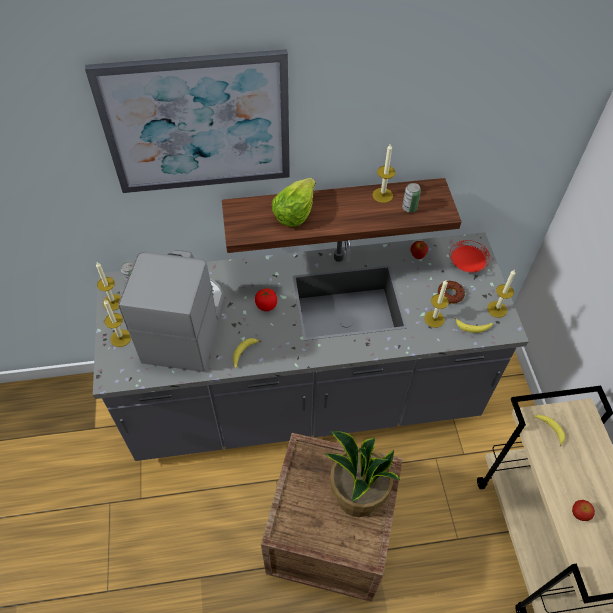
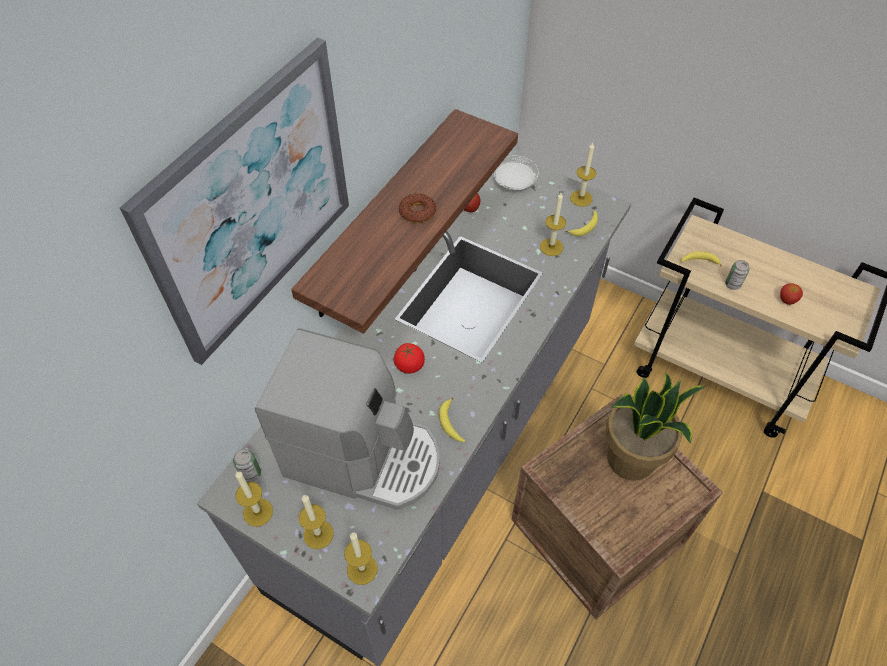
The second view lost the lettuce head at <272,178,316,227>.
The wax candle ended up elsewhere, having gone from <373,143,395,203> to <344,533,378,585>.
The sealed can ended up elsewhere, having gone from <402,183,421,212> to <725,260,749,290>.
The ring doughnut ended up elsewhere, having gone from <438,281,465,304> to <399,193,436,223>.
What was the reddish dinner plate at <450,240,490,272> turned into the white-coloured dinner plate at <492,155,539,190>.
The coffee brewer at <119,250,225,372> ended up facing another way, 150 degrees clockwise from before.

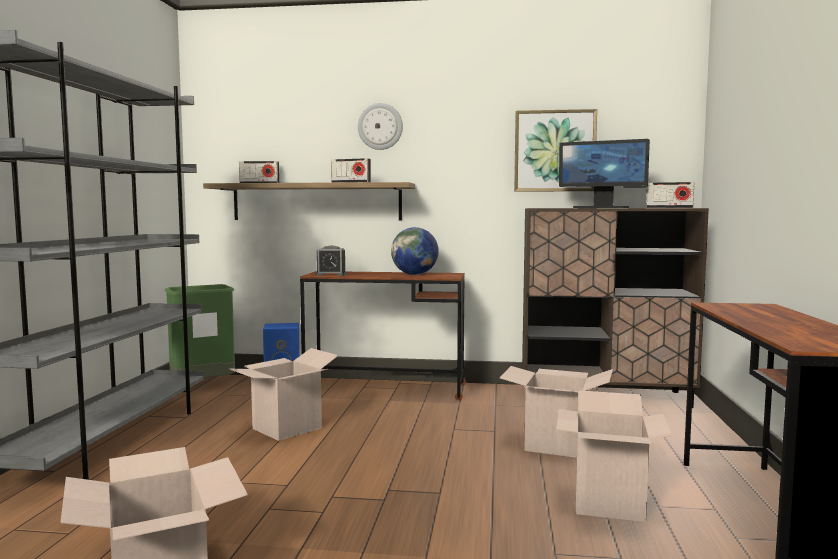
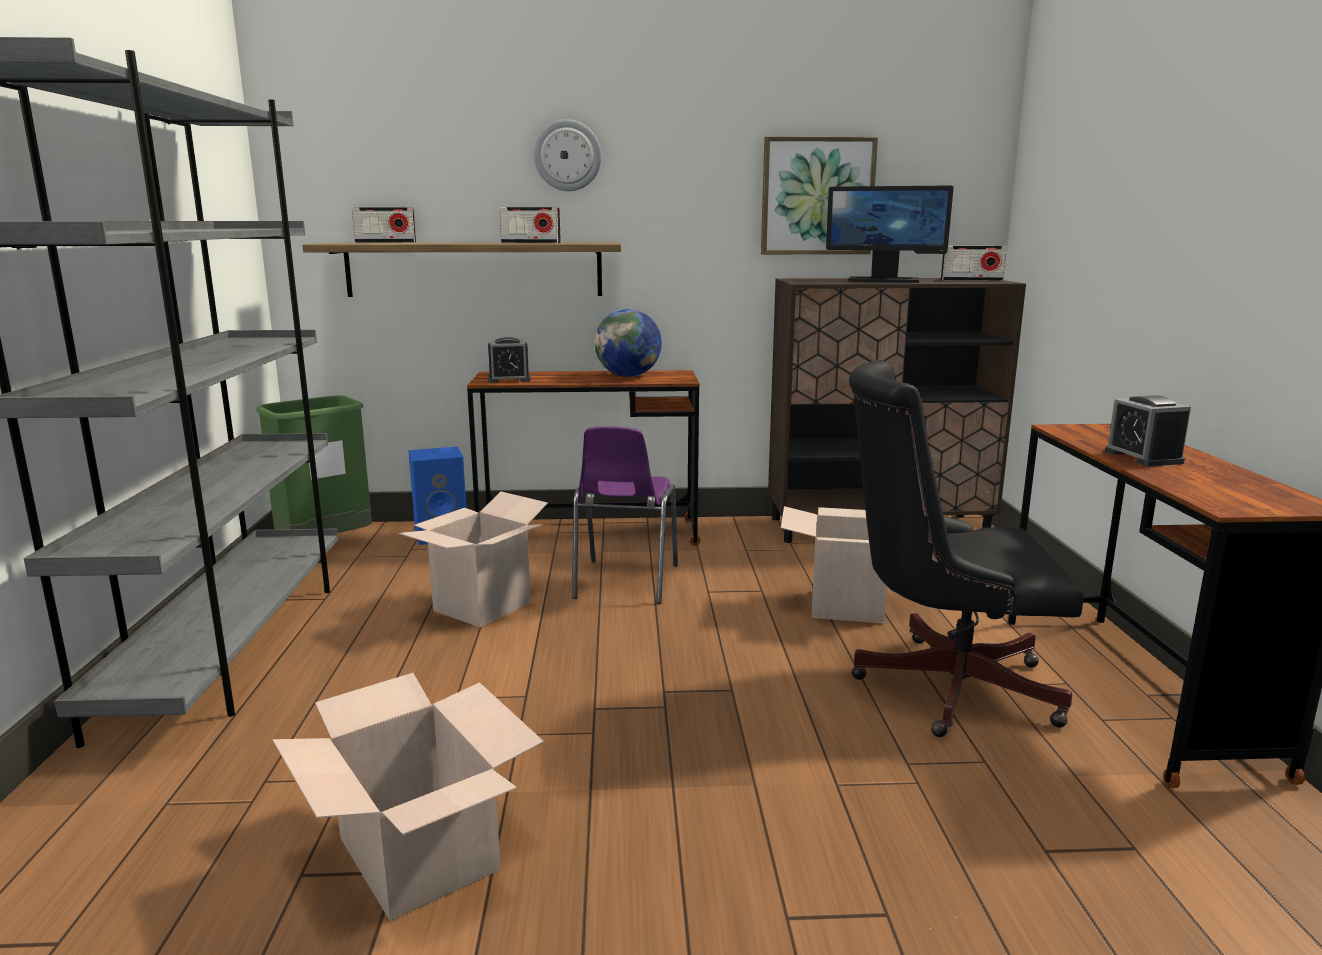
The second view gained the purple plain chair at <572,426,678,604>.
The second view gained the table clock at <1105,396,1191,466>.
Where the packing box stood at <557,390,672,522>, the blackish desk chair came to stand at <849,360,1083,737>.

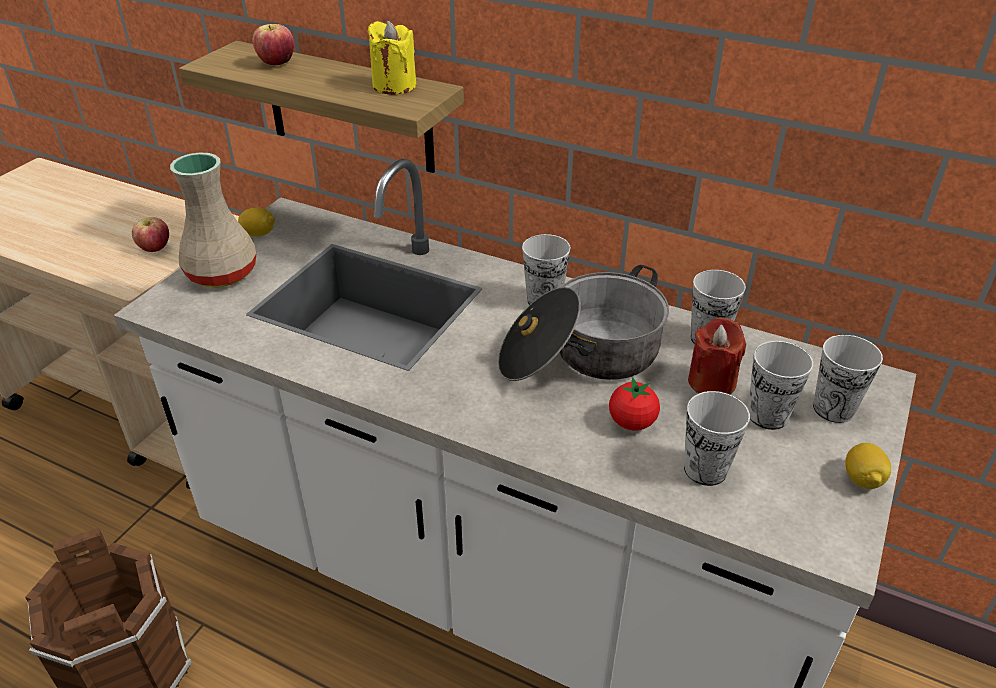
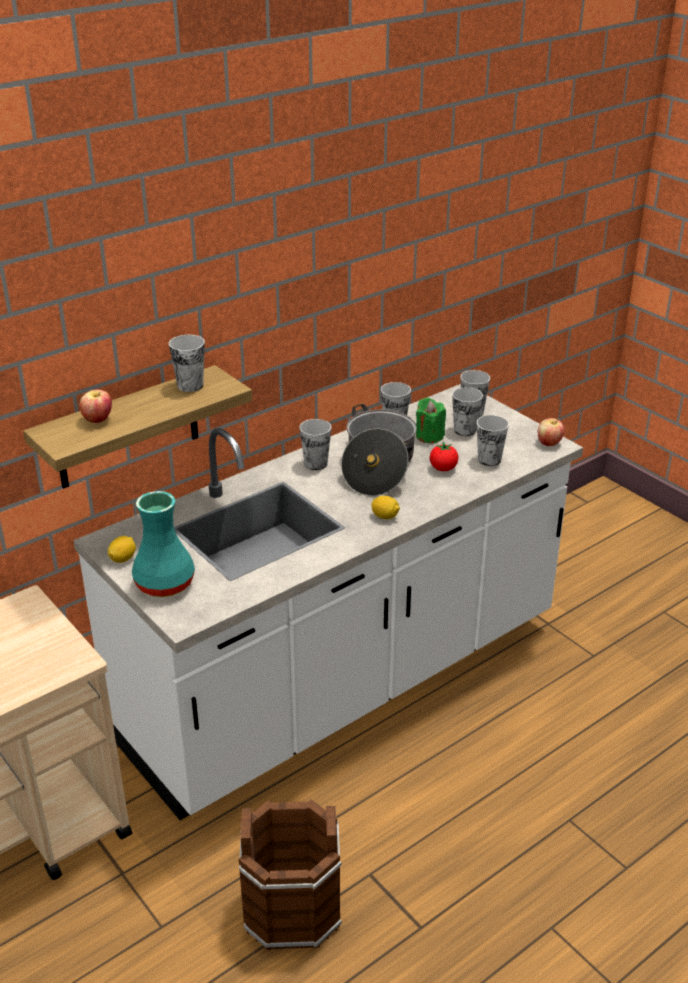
The whole apple ended up elsewhere, having gone from <132,217,169,252> to <538,418,565,446>.
The whole lemon ended up elsewhere, having gone from <845,443,891,489> to <371,496,400,519>.
Where the yellow-coloured wax candle stood at <367,21,416,95>, the drinking cup came to stand at <169,335,205,392>.
What was the sand-coloured vase at <170,152,256,287> turned into the turquoise vase at <132,491,195,597>.
What was the reddish wax candle at <688,318,746,394> turned into the greenish wax candle at <416,398,446,443>.

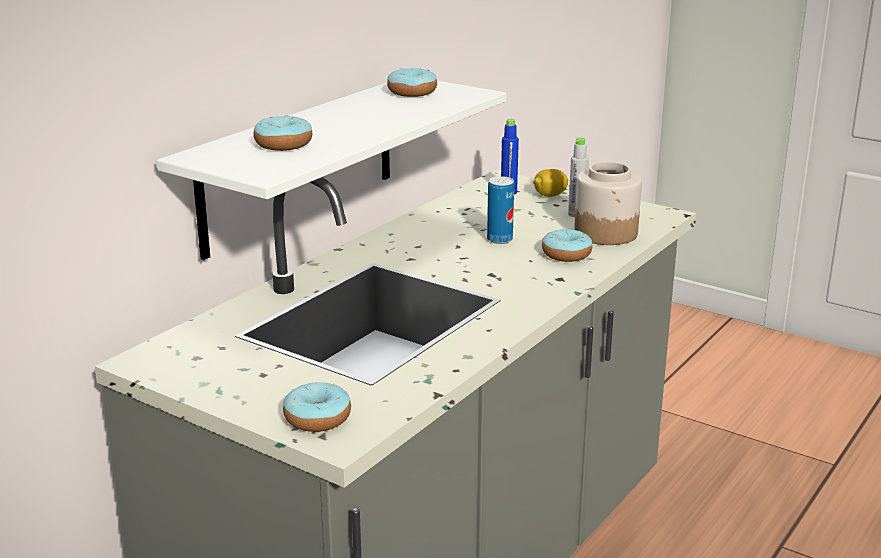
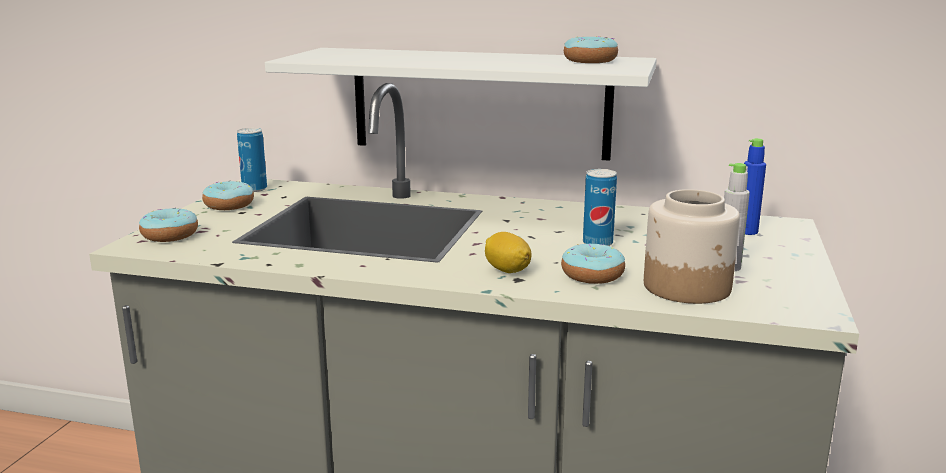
The second view gained the sealed can at <237,128,267,192>.
The ring doughnut ended up elsewhere, having gone from <253,115,312,151> to <202,180,254,210>.
The whole lemon ended up elsewhere, having gone from <534,169,568,197> to <485,232,532,273>.

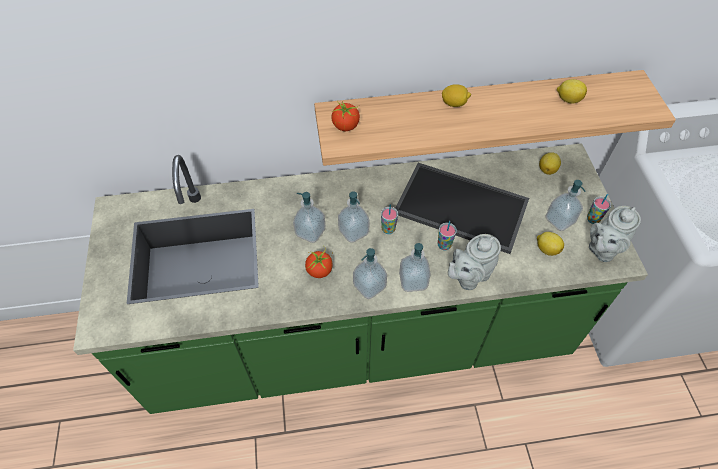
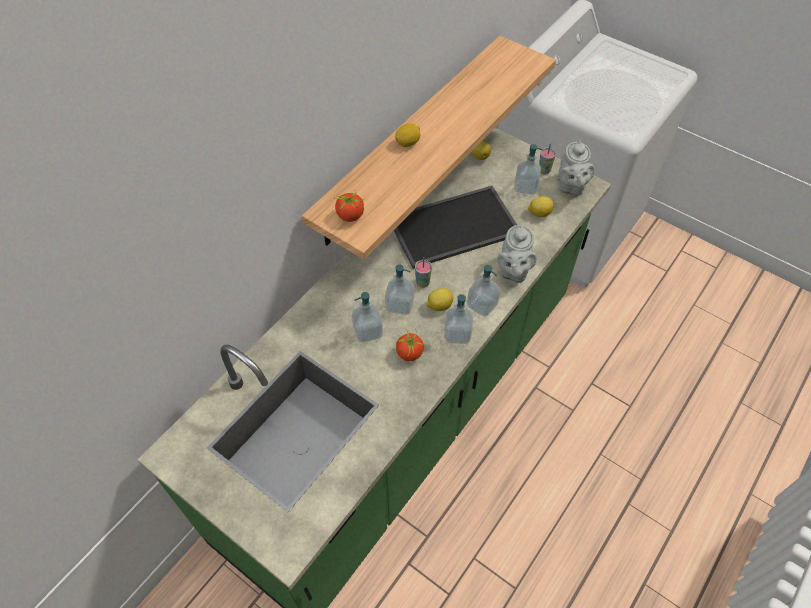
The second view lost the drinking cup at <438,221,457,251>.
The whole lemon ended up elsewhere, having gone from <557,79,587,104> to <427,288,453,311>.

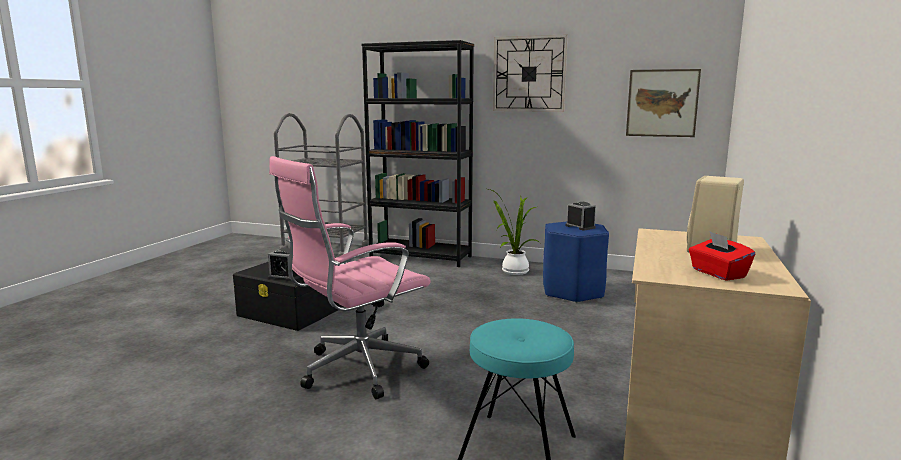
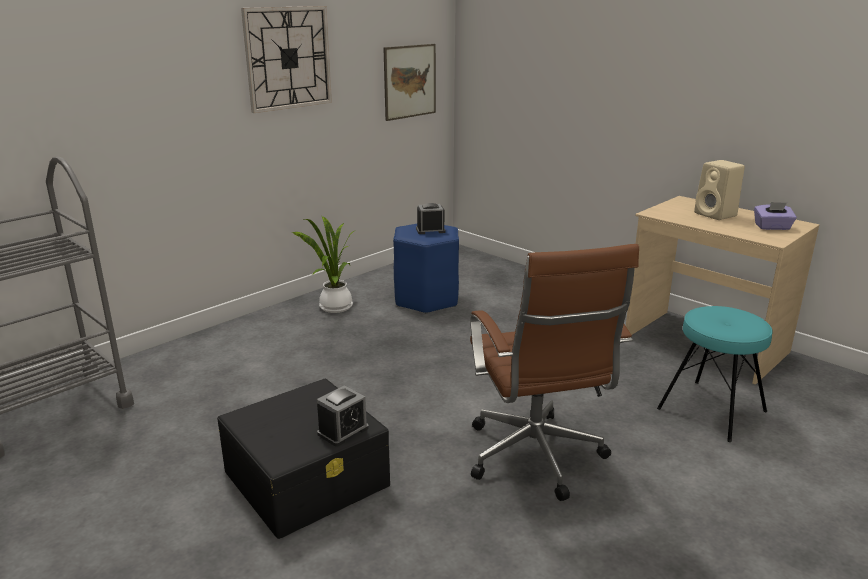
The second view lost the blackish shelving unit at <361,40,474,267>.
What was the pink-coloured desk chair at <269,156,431,399> turned into the brownish desk chair at <470,244,639,501>.
What was the reddish tissue holder at <689,231,755,281> turned into the purple tissue holder at <754,202,797,230>.

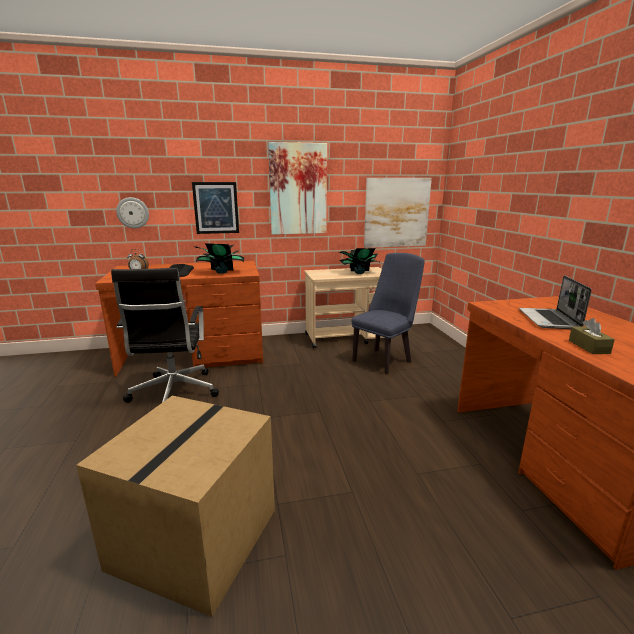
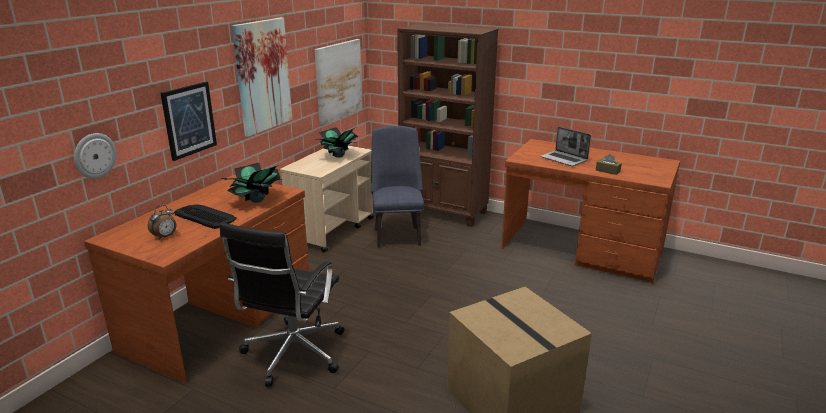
The second view gained the brownish shelving unit at <397,23,498,227>.
The blackish desk chair at <111,268,219,403> ended up facing another way, 75 degrees clockwise from before.

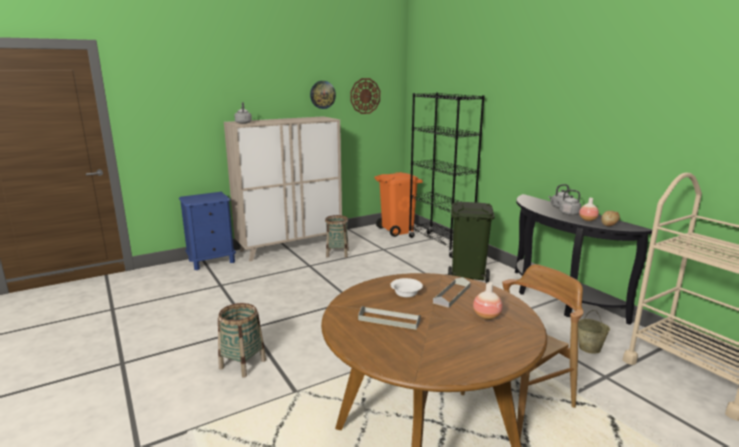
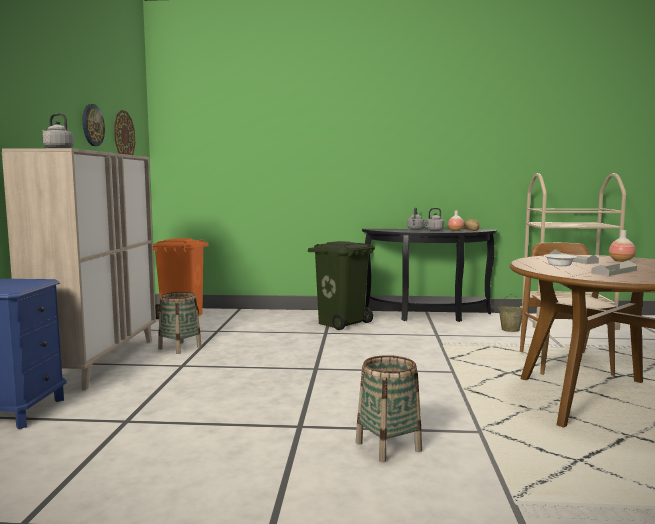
The second view lost the blackish shelving unit at <408,93,485,258>.

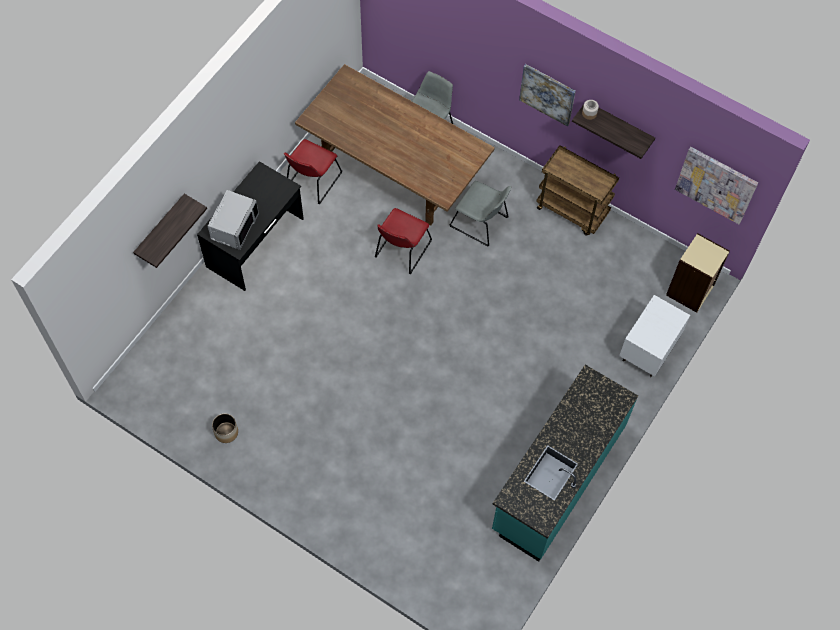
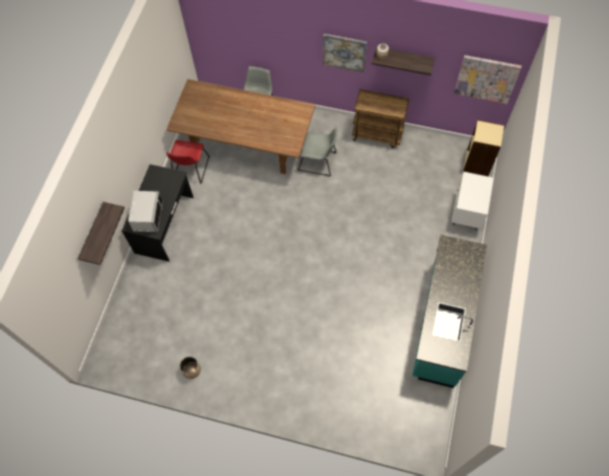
The second view lost the reddish plain chair at <375,208,432,275>.

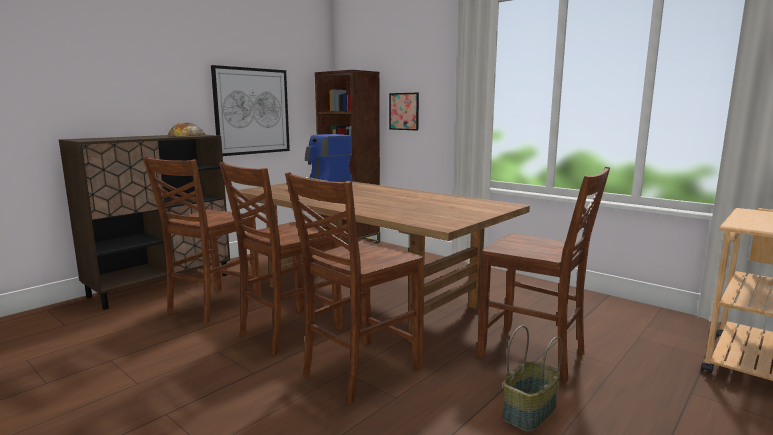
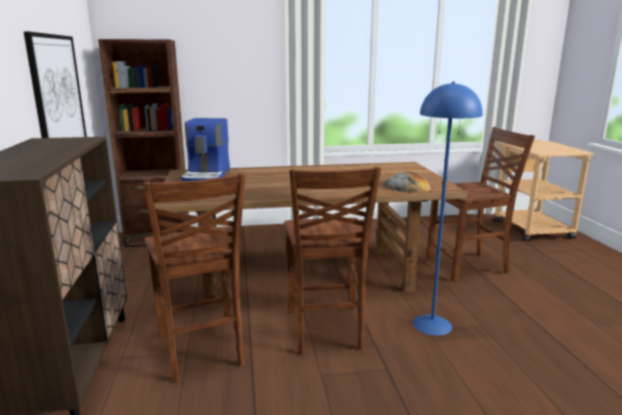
The second view lost the wall picture at <389,93,419,131>.
The second view lost the storage basket at <502,325,563,432>.
The bakery bread ended up elsewhere, having gone from <168,123,206,136> to <383,172,431,193>.
Where the brownish plain chair stood at <285,172,423,404>, the bluish standard lamp came to stand at <413,82,482,336>.

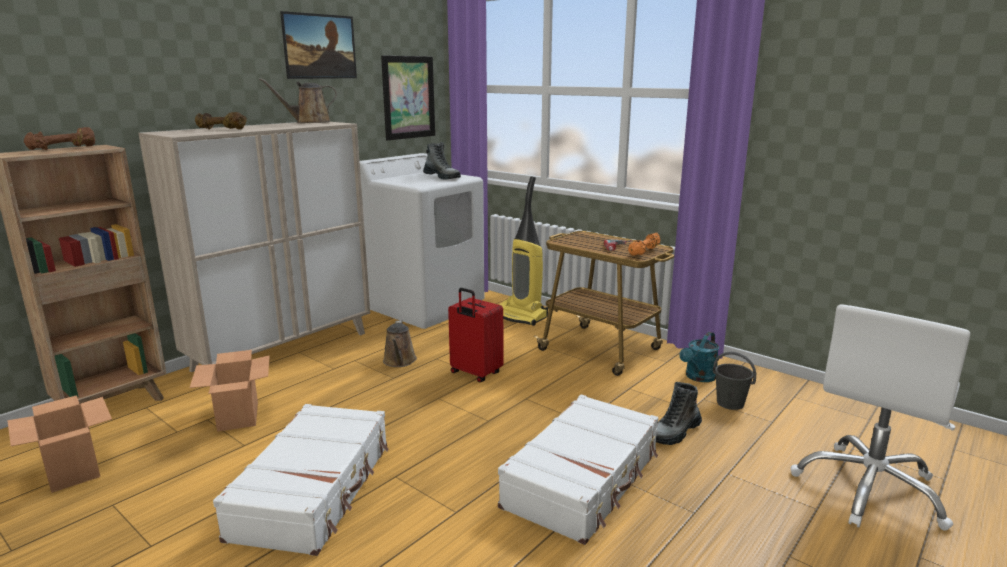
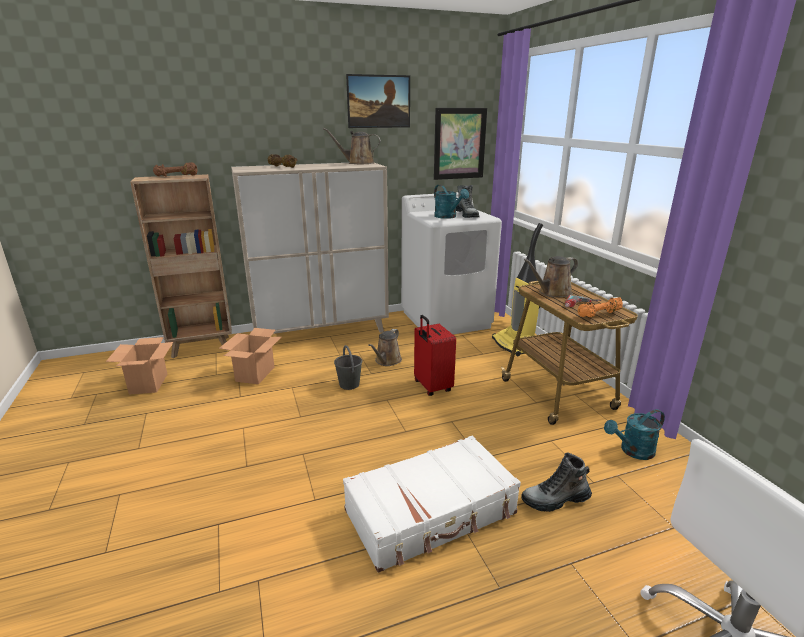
The second view lost the white-coloured suitcase at <213,404,388,556>.
The second view gained the turquoise watering can at <434,185,469,219>.
The second view gained the brownish watering can at <524,256,578,297>.
The gray bucket ended up elsewhere, having gone from <713,352,756,410> to <334,345,362,390>.

